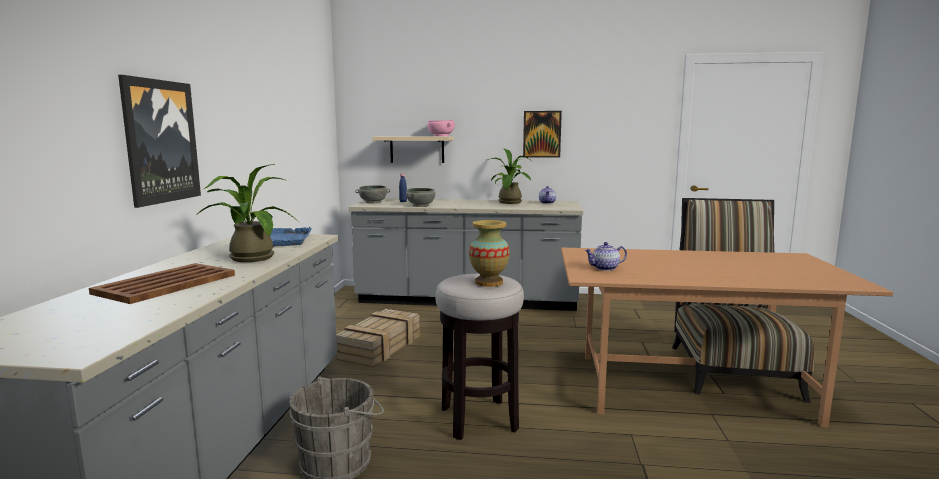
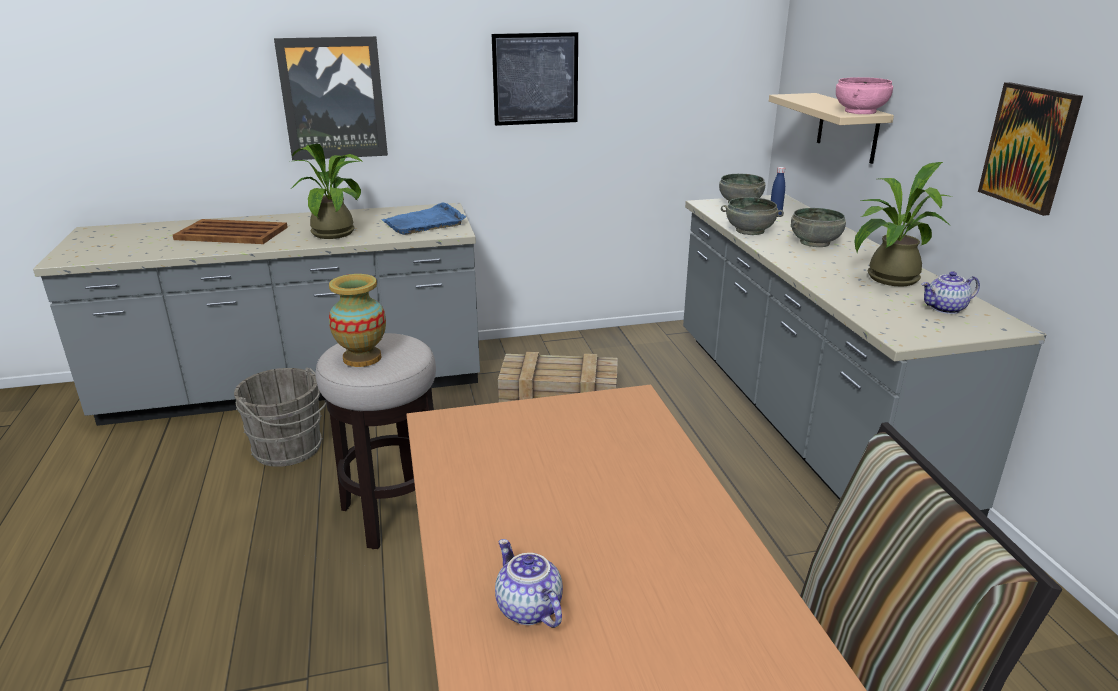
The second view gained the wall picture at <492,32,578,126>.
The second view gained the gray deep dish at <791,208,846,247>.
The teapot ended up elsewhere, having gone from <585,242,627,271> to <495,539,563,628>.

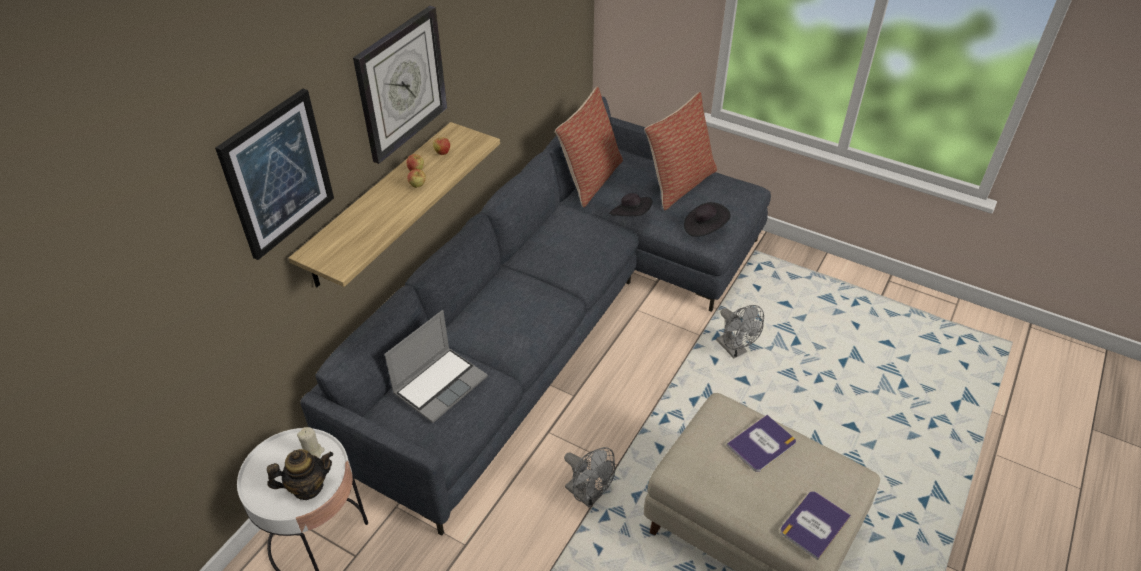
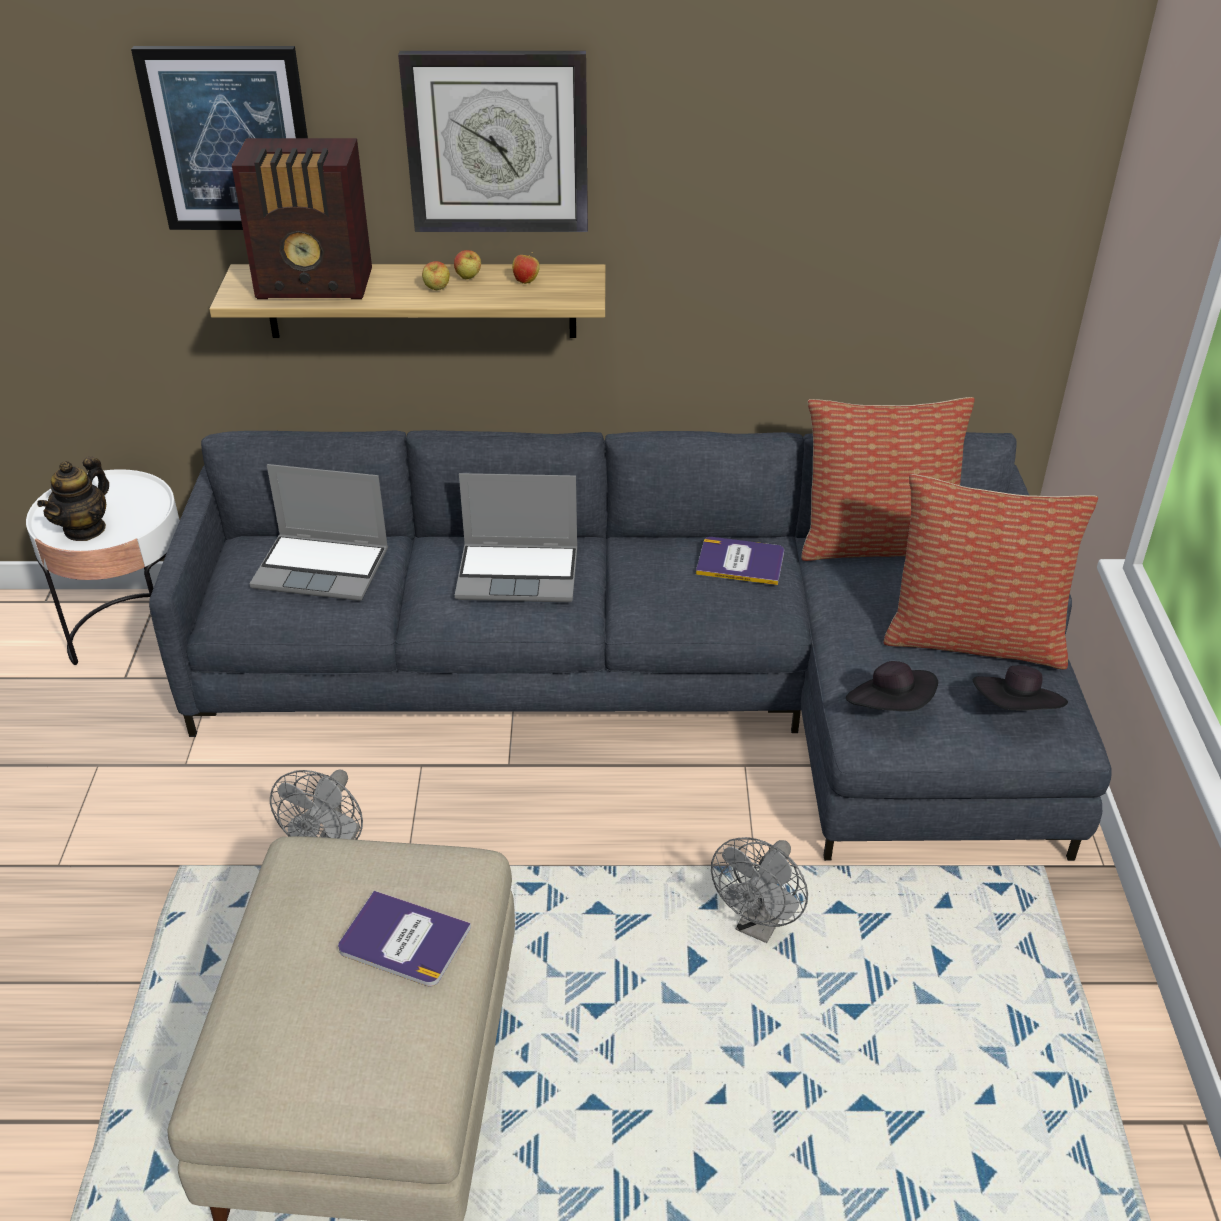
The second view lost the sand-coloured wax candle at <297,427,325,458>.
The second view gained the radio receiver at <232,138,372,299>.
The second view gained the portable computer at <455,473,577,602>.
The blackish hat ended up elsewhere, having gone from <609,193,653,216> to <973,666,1068,711>.
The bound book ended up elsewhere, having gone from <780,491,851,560> to <696,537,784,585>.
The teapot at <267,449,333,500> ended up facing another way, 75 degrees clockwise from before.

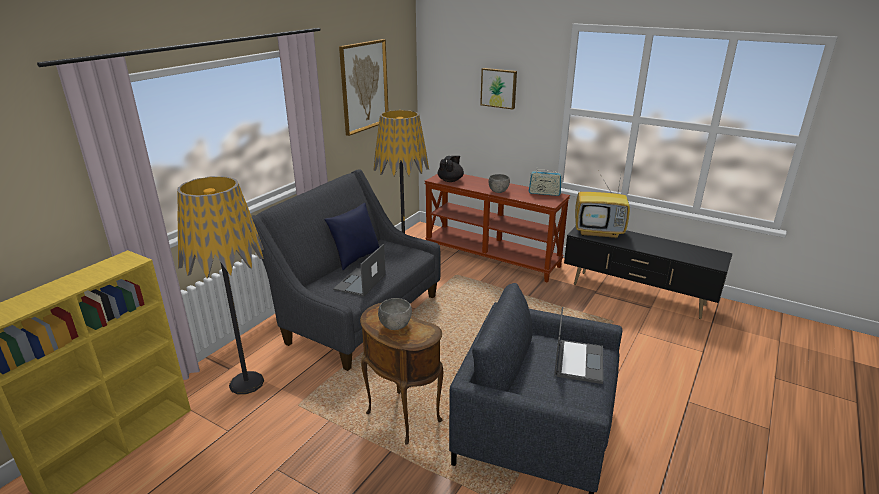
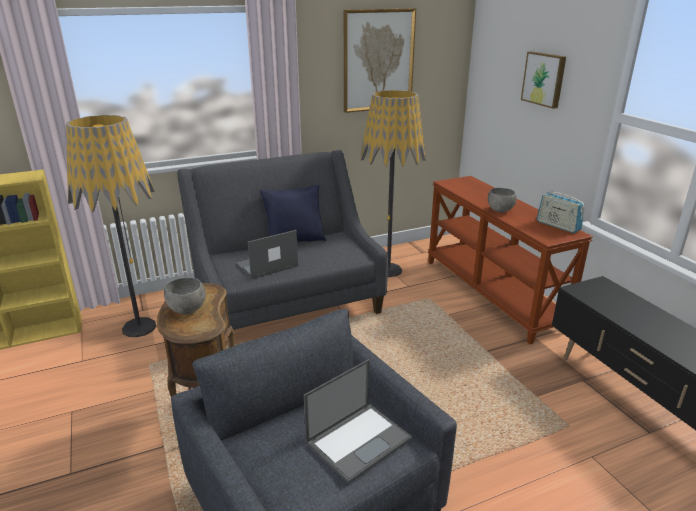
The second view lost the blackish teapot at <438,156,464,182>.
The second view lost the TV set at <575,170,630,239>.

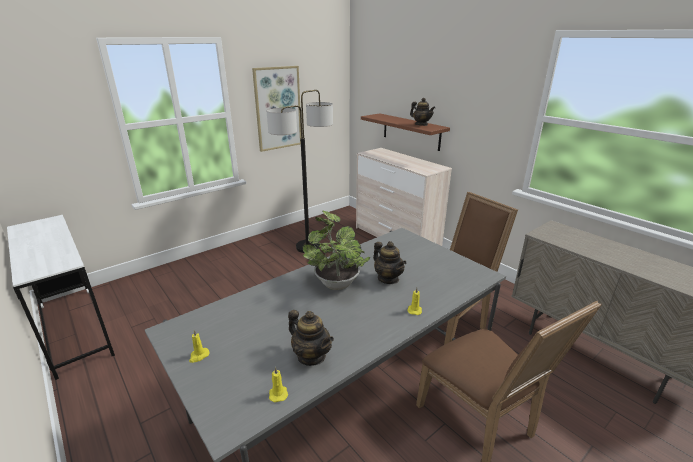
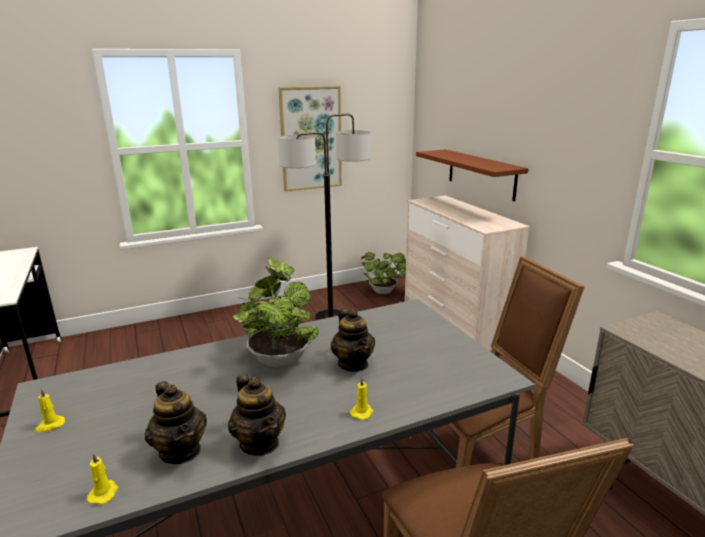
The second view gained the plant in a pot at <361,252,406,294>.
The teapot ended up elsewhere, having gone from <410,98,435,126> to <228,374,286,456>.

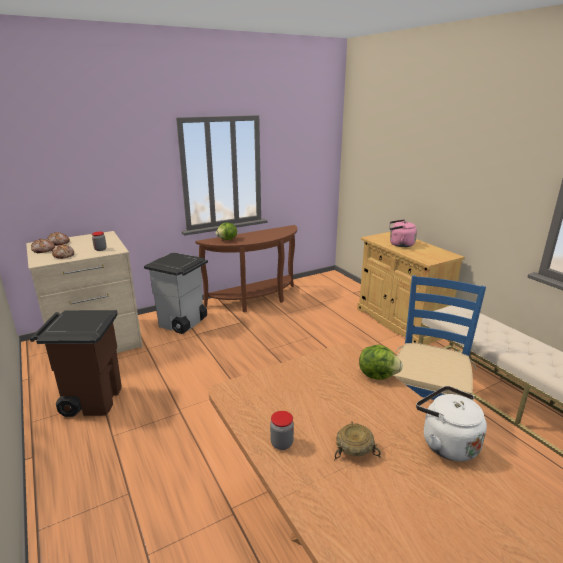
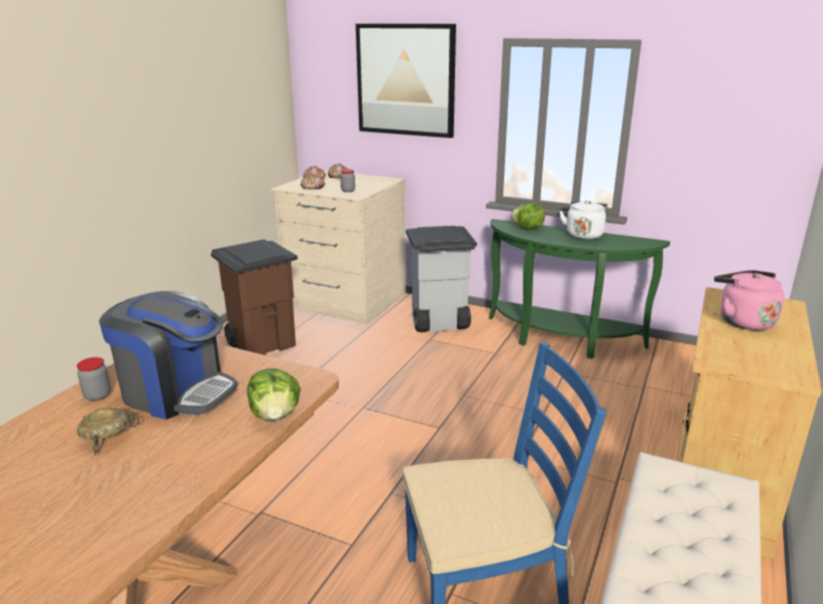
The second view gained the coffee brewer at <99,291,238,420>.
The second view gained the wall picture at <356,24,456,138>.
The white-coloured kettle ended up elsewhere, having gone from <416,386,487,462> to <559,200,607,239>.
What was the brownish console table at <195,225,297,312> turned into the greenish console table at <489,219,670,359>.

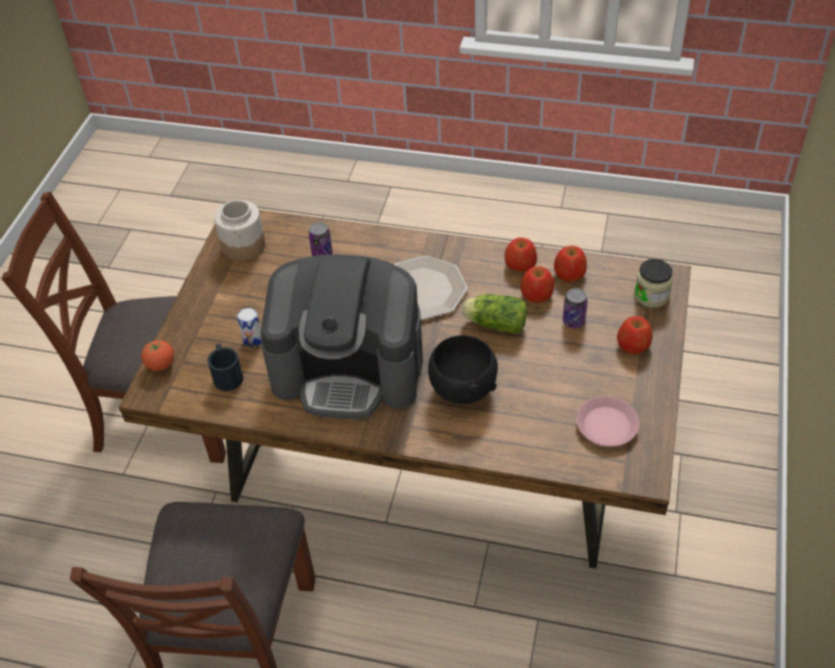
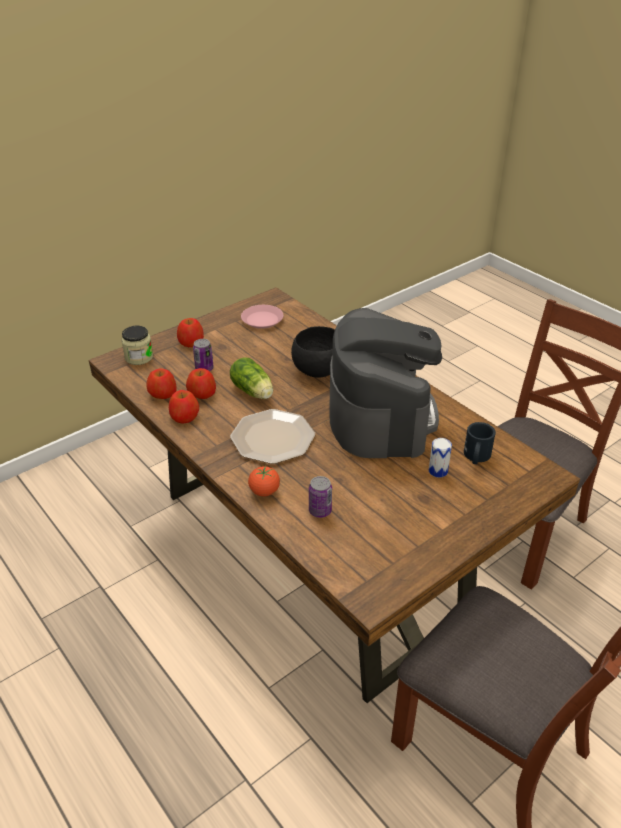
The second view lost the jar at <214,200,265,261>.
The fresh tomato ended up elsewhere, having gone from <141,340,174,371> to <248,466,280,497>.
The coffee brewer at <261,254,423,419> ended up facing another way, 45 degrees clockwise from before.

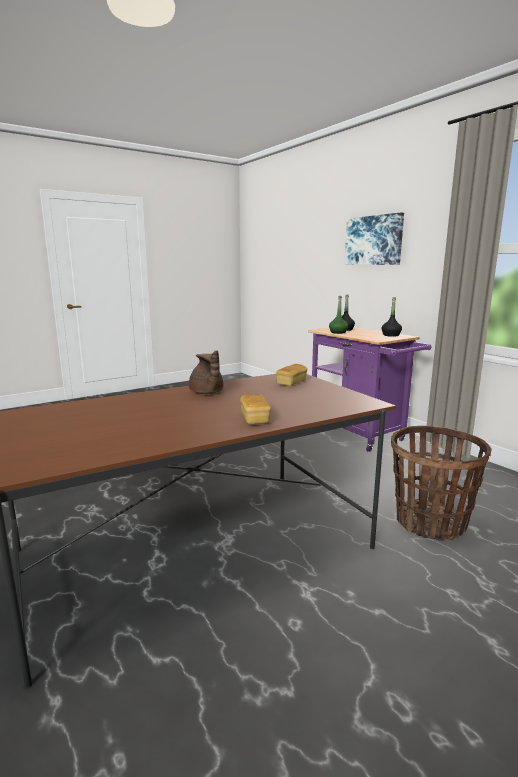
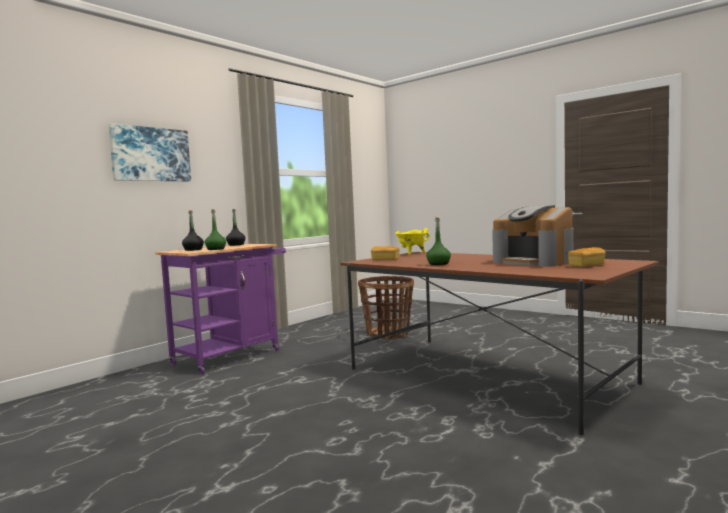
The second view gained the yellow-coloured saucepot at <395,228,429,255>.
The second view gained the coffee brewer at <492,205,574,267>.
The bakery bread ended up elsewhere, having gone from <240,394,271,424> to <568,247,606,267>.
Where the brownish teapot stood at <189,350,223,394>, the greenish bottle came to stand at <426,217,451,265>.

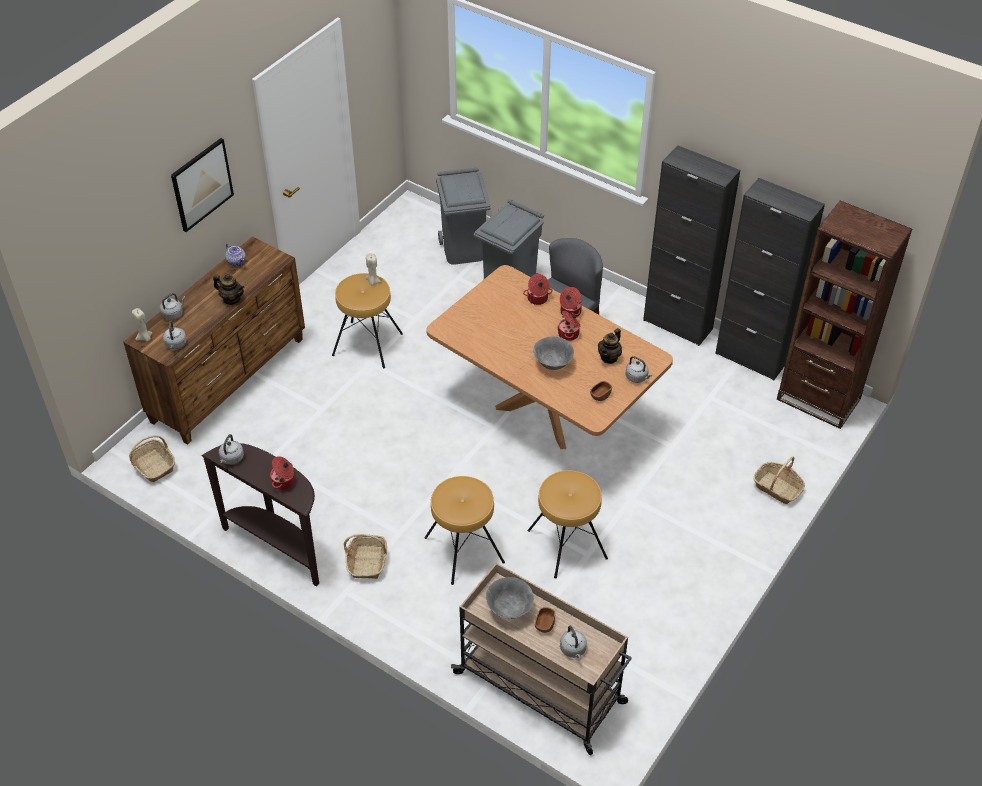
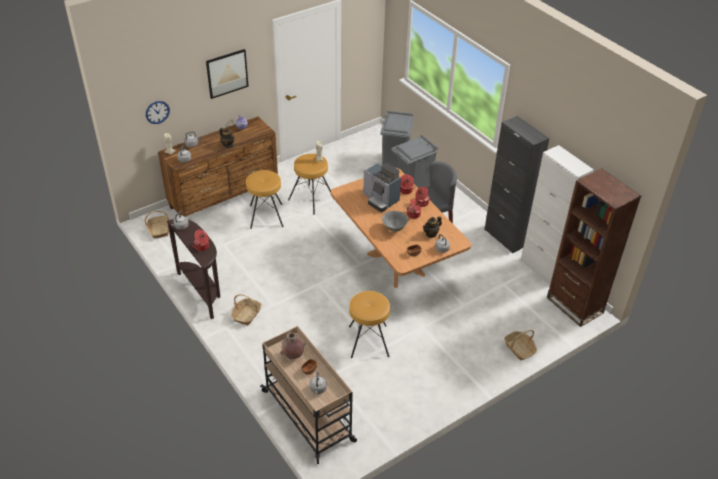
The second view gained the wall clock at <146,101,170,124>.
The second view gained the coffee brewer at <363,163,401,212>.
The brownish stool ended up elsewhere, having gone from <424,476,505,585> to <246,170,284,229>.
Where the gray deep dish stood at <486,577,534,619>, the brownish vase came to stand at <280,332,306,359>.
What was the blackish cabinet at <715,178,825,381> turned into the white-coloured cabinet at <521,145,594,285>.

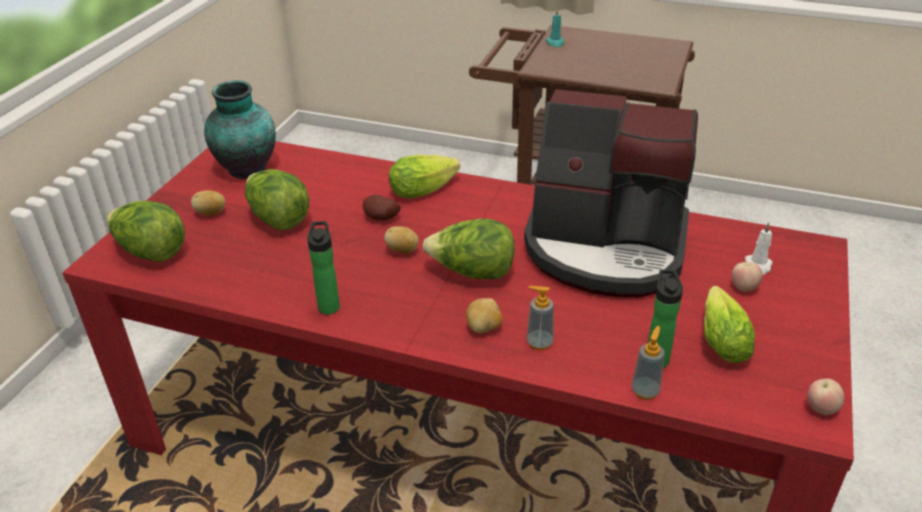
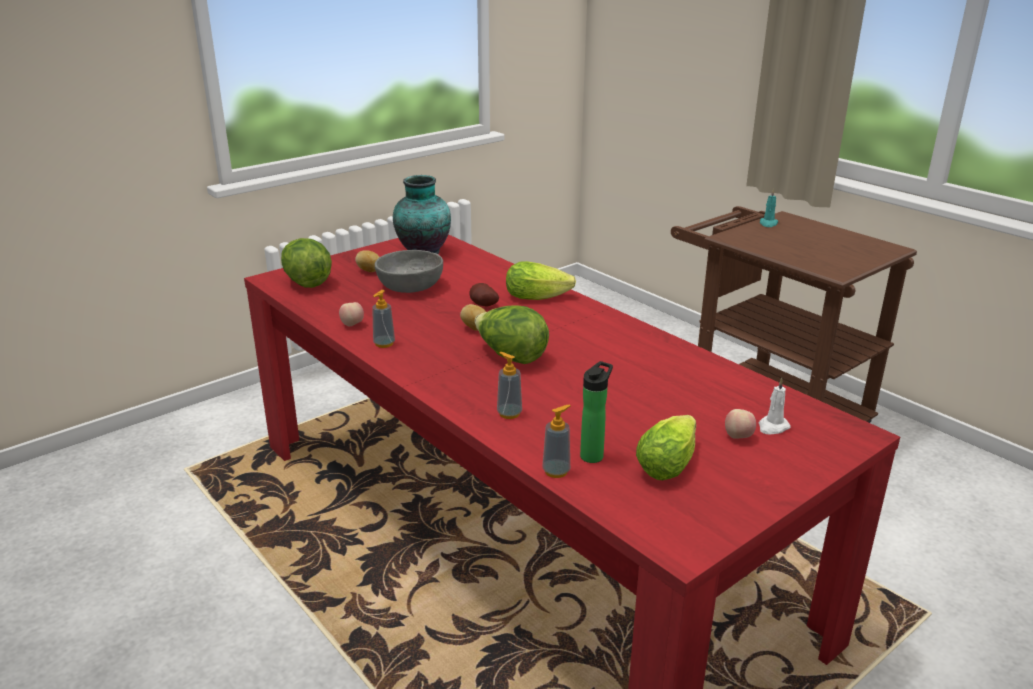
The second view lost the spud at <466,298,502,333>.
The second view lost the coffee brewer at <524,89,698,297>.
The whole apple ended up elsewhere, having gone from <807,378,844,415> to <339,302,364,327>.
Where the lettuce head stood at <245,169,309,230>, the gray deep dish came to stand at <375,250,443,293>.
Where the bottle stood at <307,221,340,315>, the soap bottle came to stand at <372,290,395,348>.

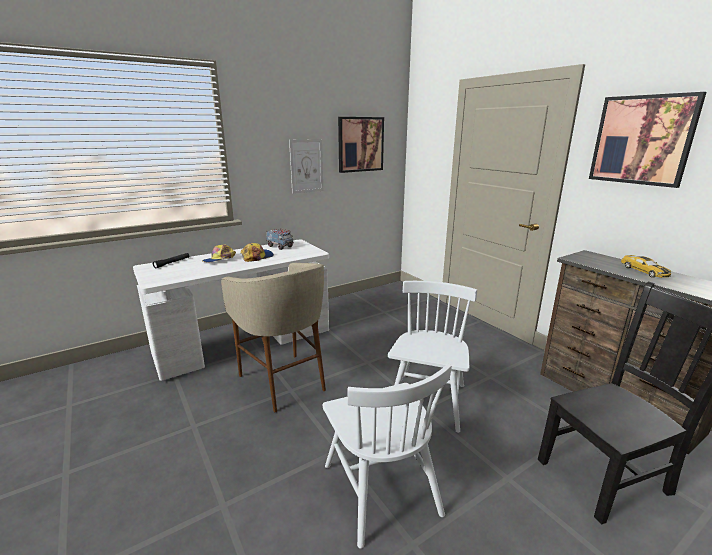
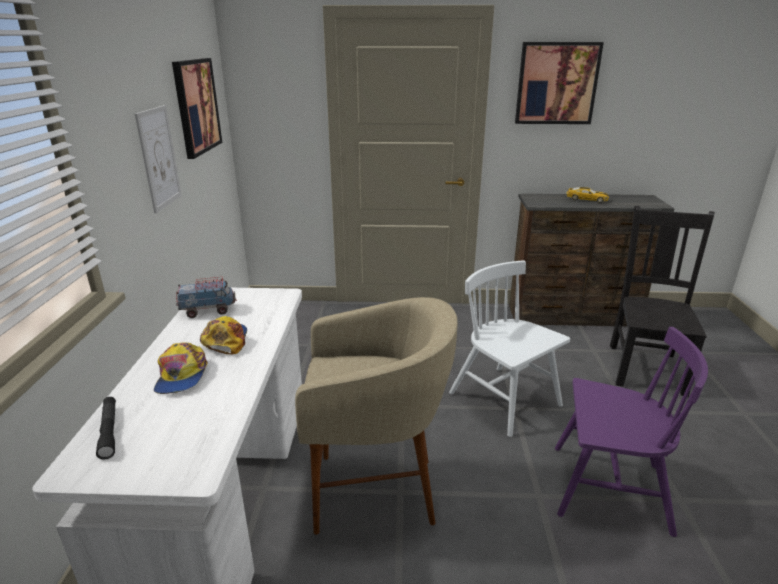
What was the white-coloured plain chair at <323,364,452,549> turned into the purple plain chair at <555,327,708,537>.

